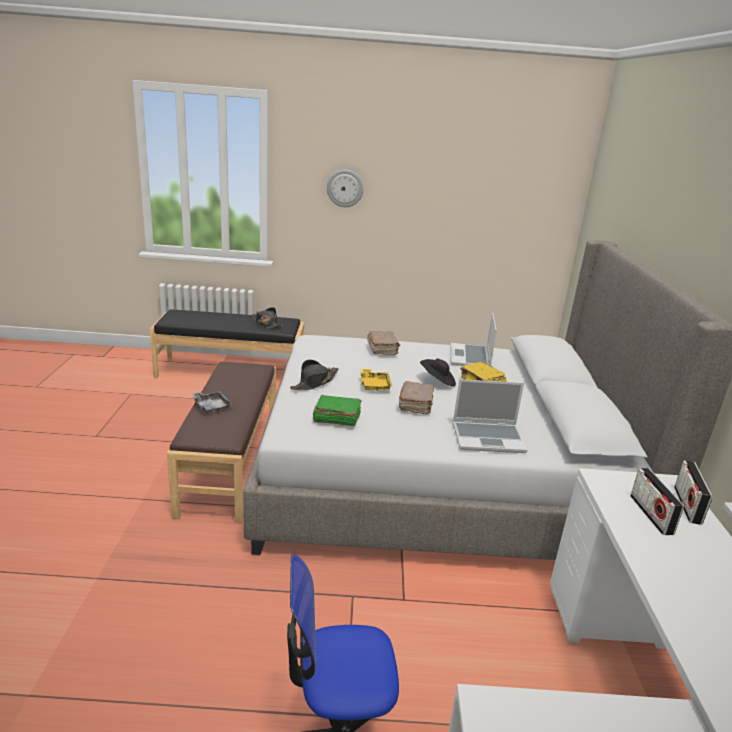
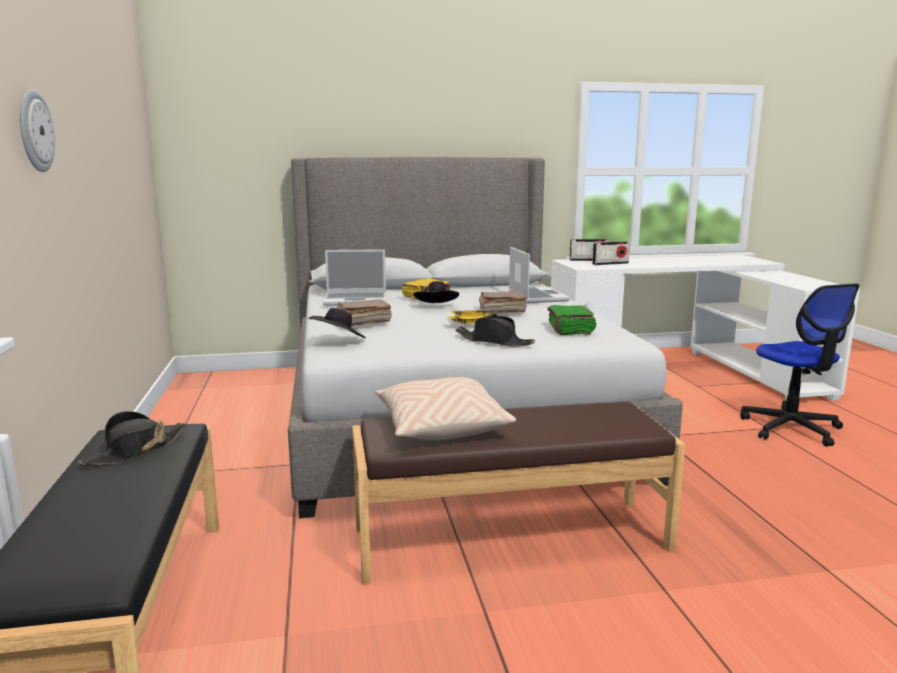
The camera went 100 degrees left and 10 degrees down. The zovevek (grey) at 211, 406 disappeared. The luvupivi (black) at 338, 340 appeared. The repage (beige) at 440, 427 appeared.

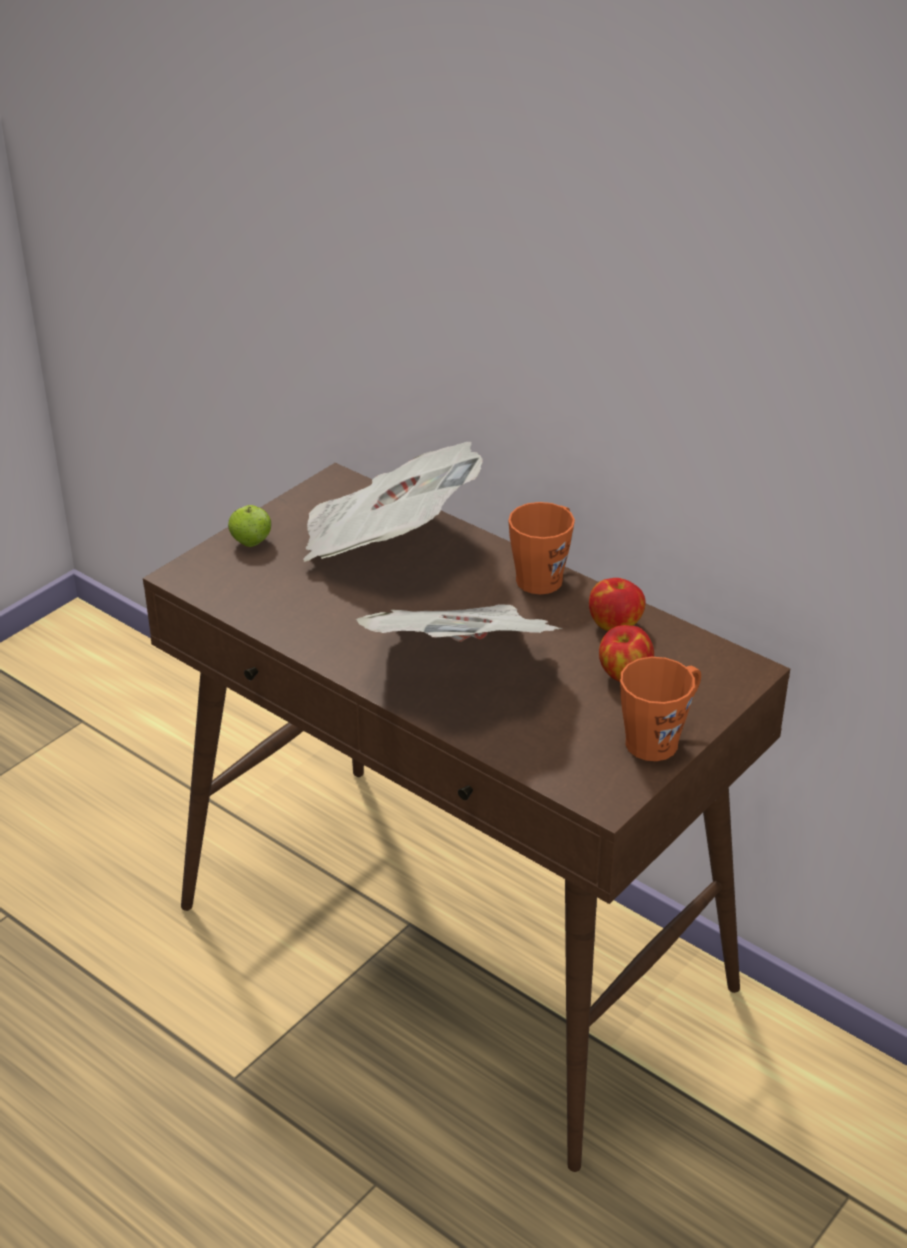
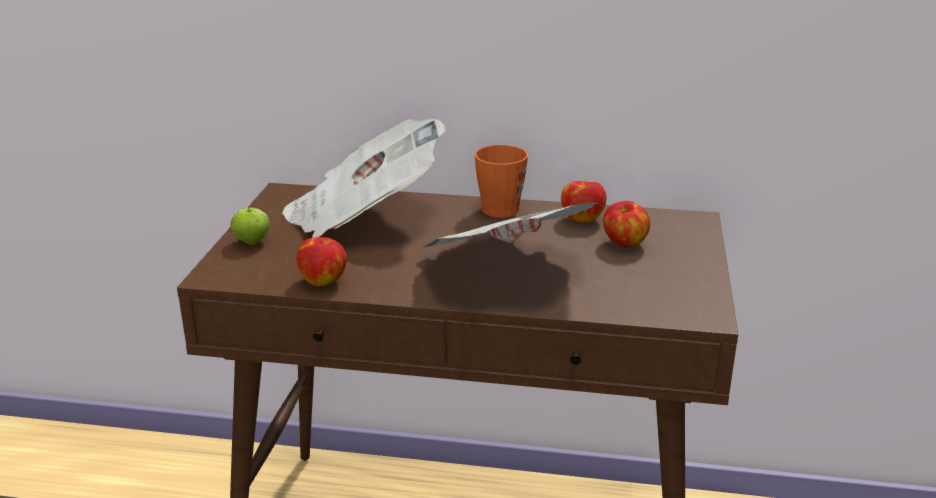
The camera went 30 degrees left and 10 degrees down. The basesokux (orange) at 659, 739 disappeared. The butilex at 323, 281 appeared.

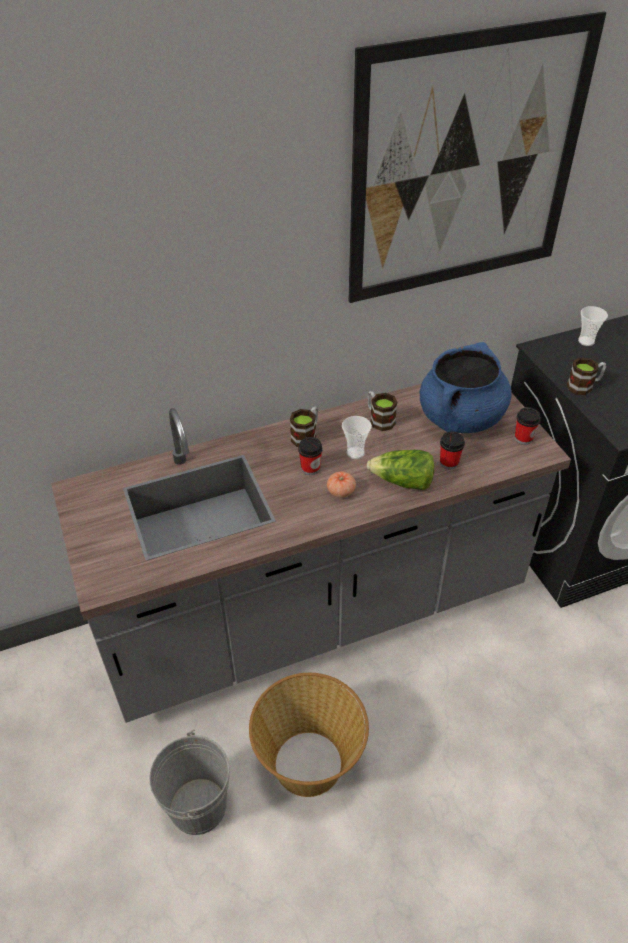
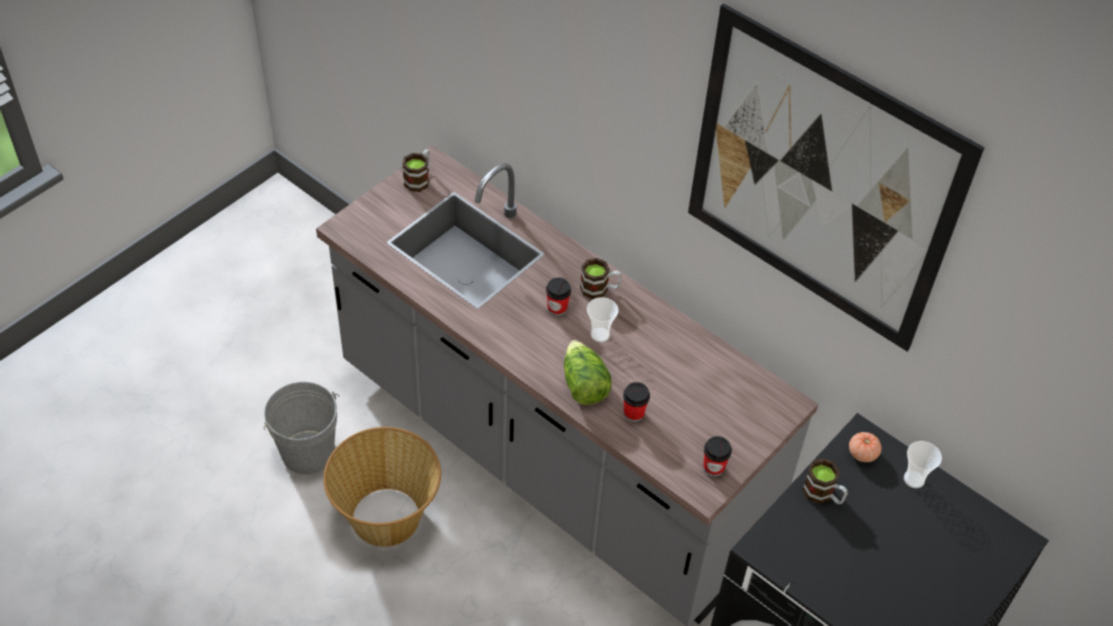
The camera went 60 degrees right and 5 degrees up. The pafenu moved from 341, 491 to 862, 453. The basesokux moved from 379, 419 to 419, 179. The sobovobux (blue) at 461, 418 disappeared.

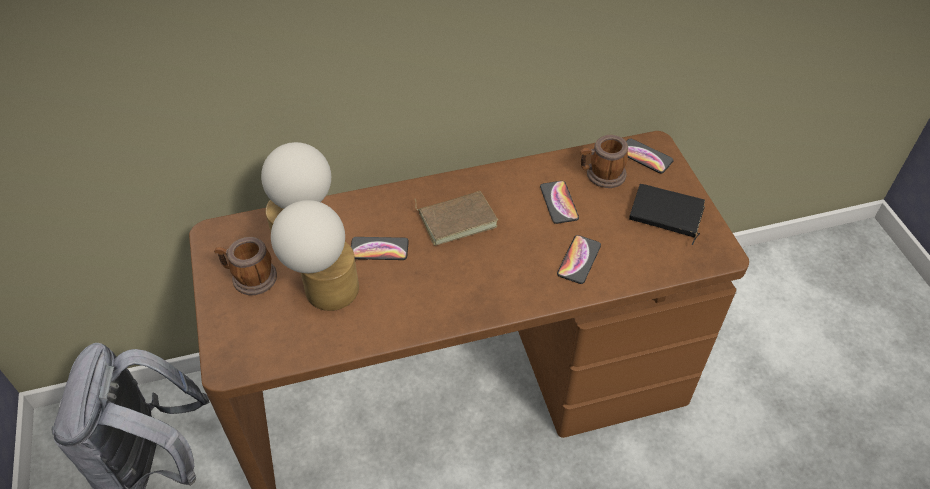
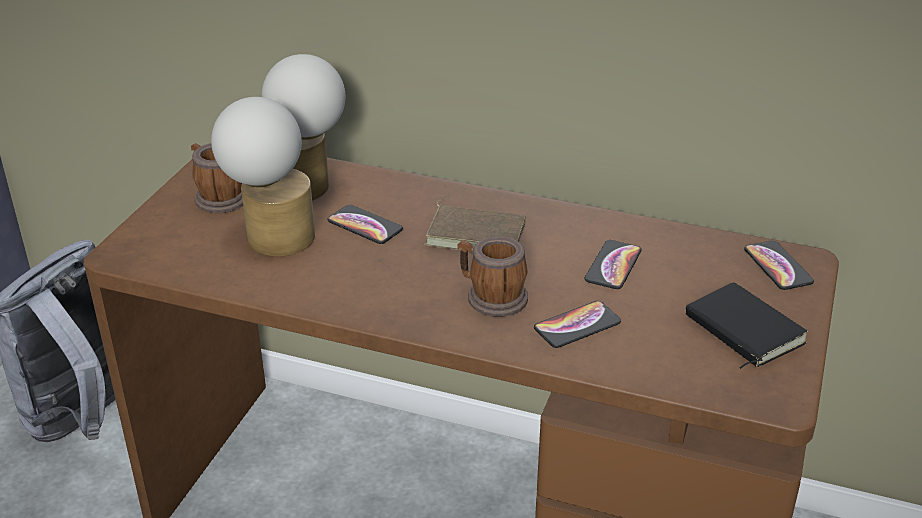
The camera went 35 degrees right and 15 degrees down. The basesokux moved from 601, 175 to 491, 297.

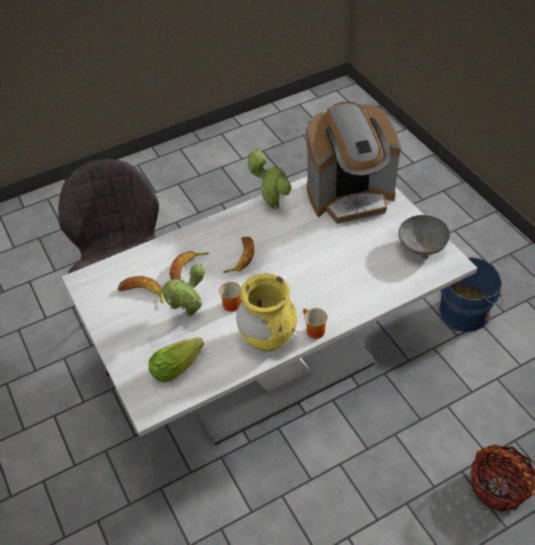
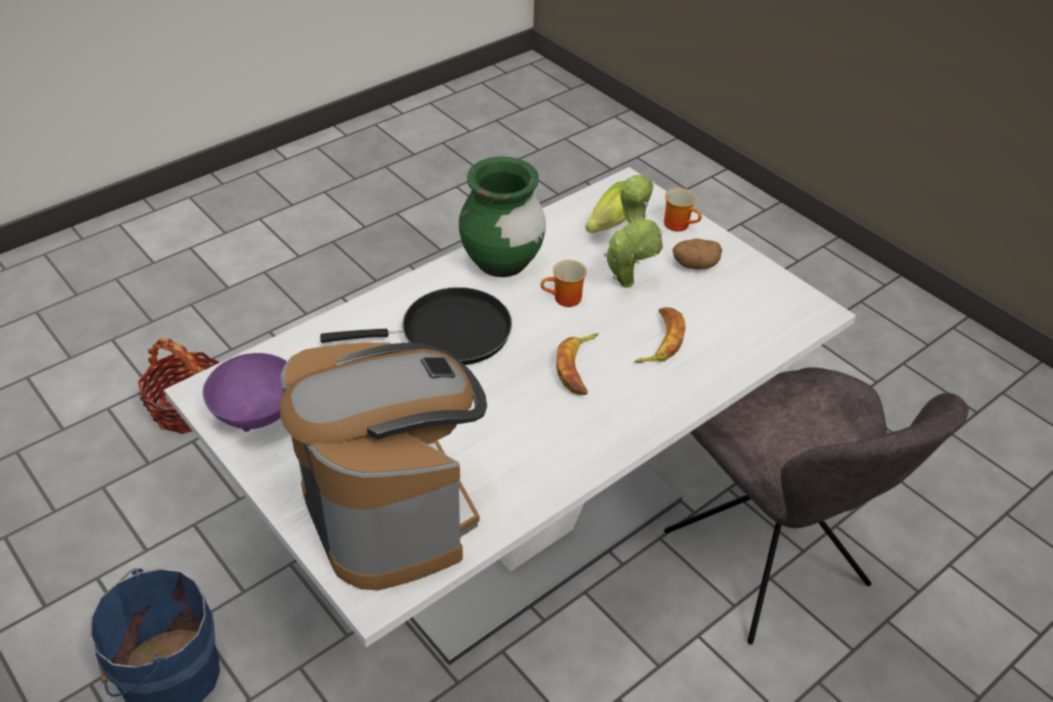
The camera went 165 degrees right and 5 degrees down. The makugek at 142, 293 disappeared. The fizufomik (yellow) at 267, 338 became the fizufomik (green) at 502, 263. The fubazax at 272, 205 disappeared. The basesokux moved from 313, 331 to 680, 224. The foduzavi at 350, 196 turned 90 degrees clockwise. The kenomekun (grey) at 421, 247 became the kenomekun (purple) at 256, 415. The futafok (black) at 447, 333 appeared. The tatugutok at 694, 265 appeared.

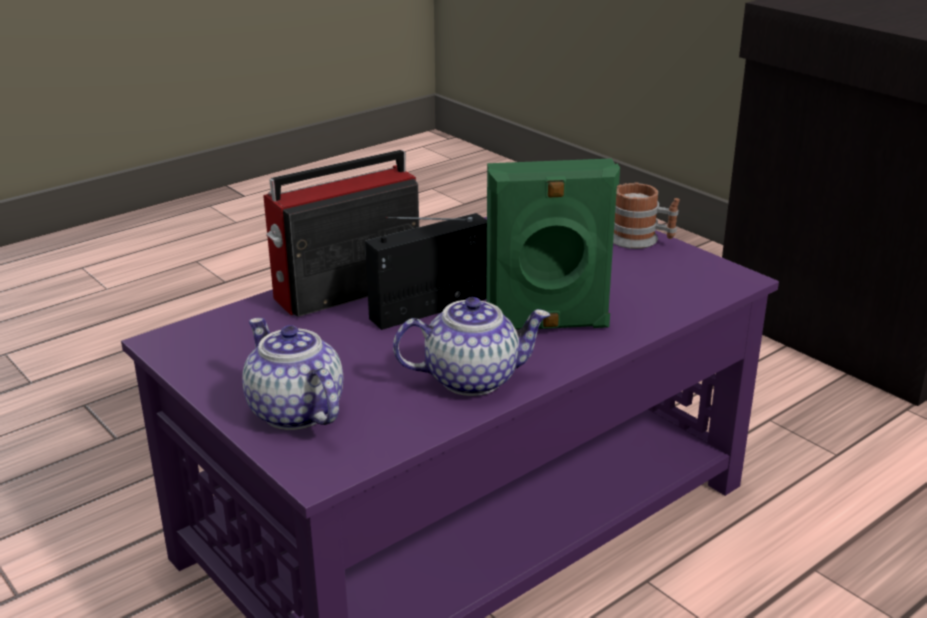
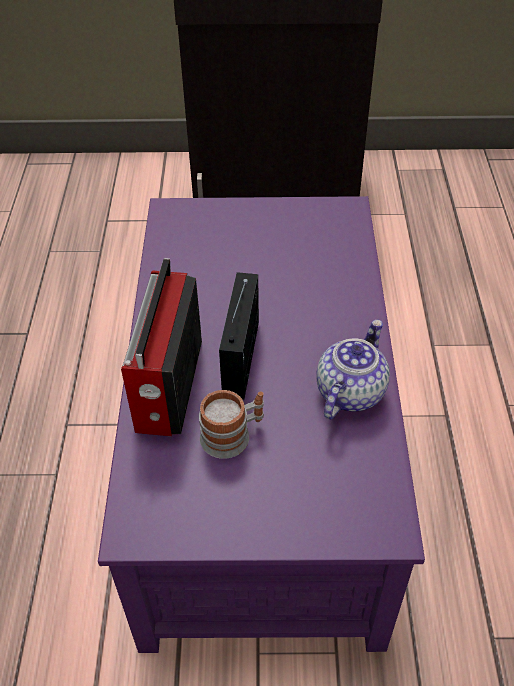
The camera went 50 degrees left and 20 degrees up. The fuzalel at 294, 411 disappeared. The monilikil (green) at 547, 326 disappeared. The basesokux moved from 641, 240 to 232, 435.

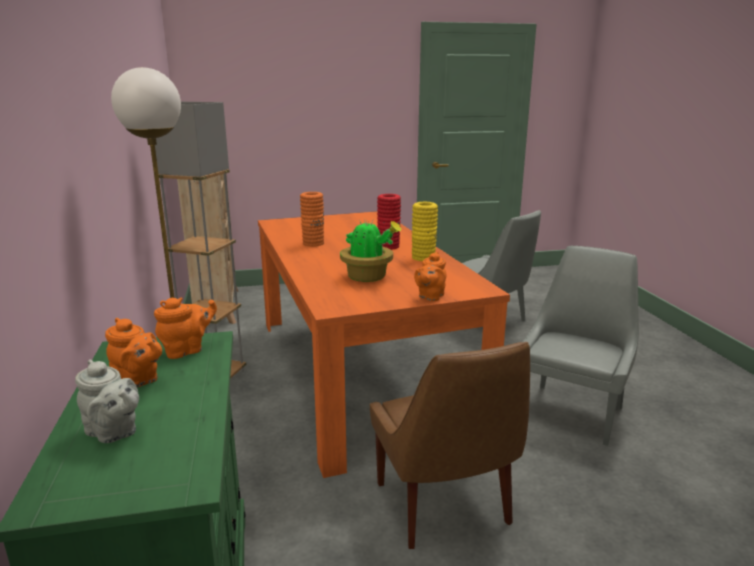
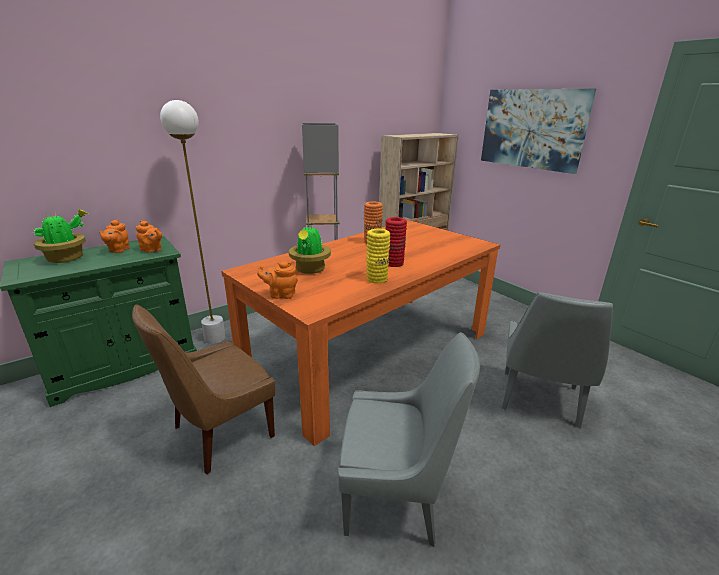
The camera went 65 degrees right and 5 degrees up. The fuzalel (grey) at 113, 433 was replaced by the fubazax at 68, 258. The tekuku at 532, 129 appeared.

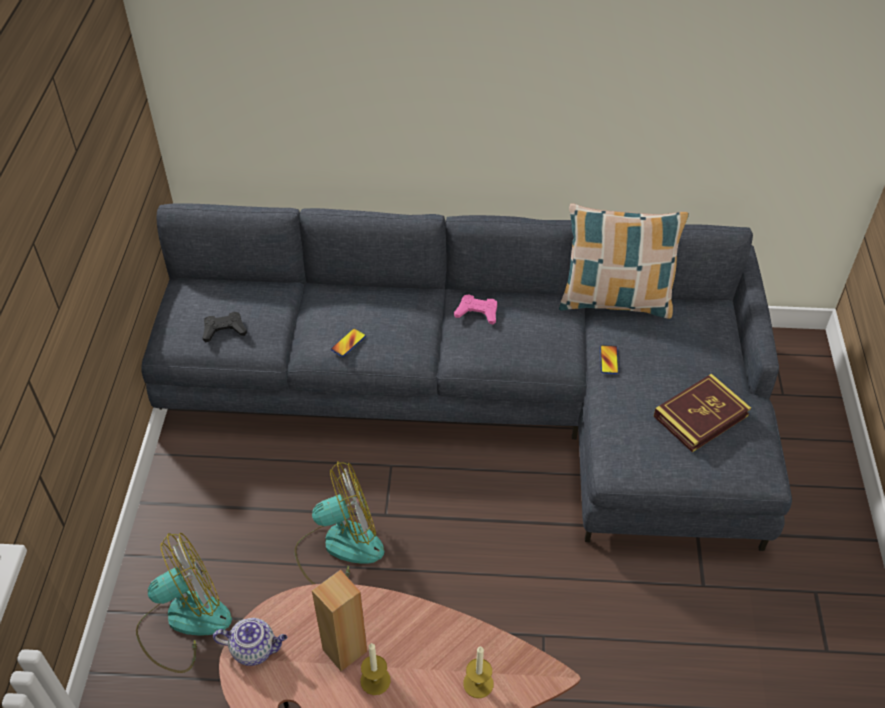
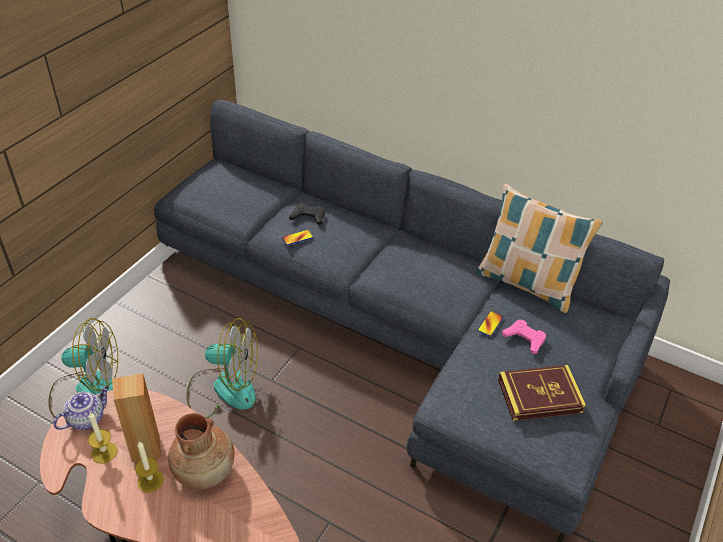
The camera went 25 degrees right and 5 degrees down. The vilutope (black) moved from 224, 330 to 308, 217. The fuzalel at 255, 649 turned 75 degrees counterclockwise. The vilutope (pink) moved from 477, 312 to 524, 339. The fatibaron moved from 478, 683 to 104, 452. The fizufomik (brown) at 205, 470 appeared.

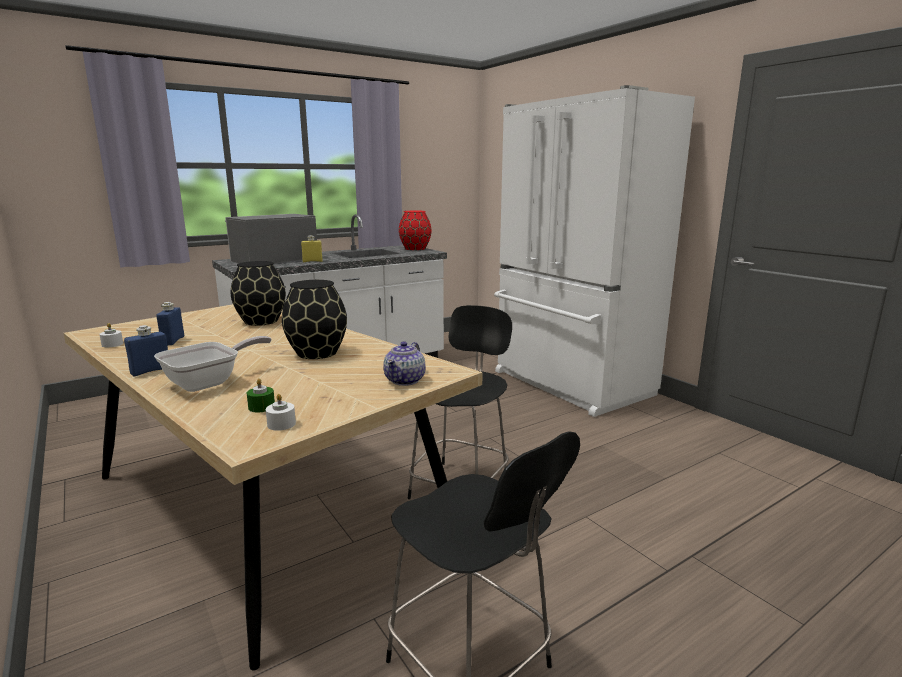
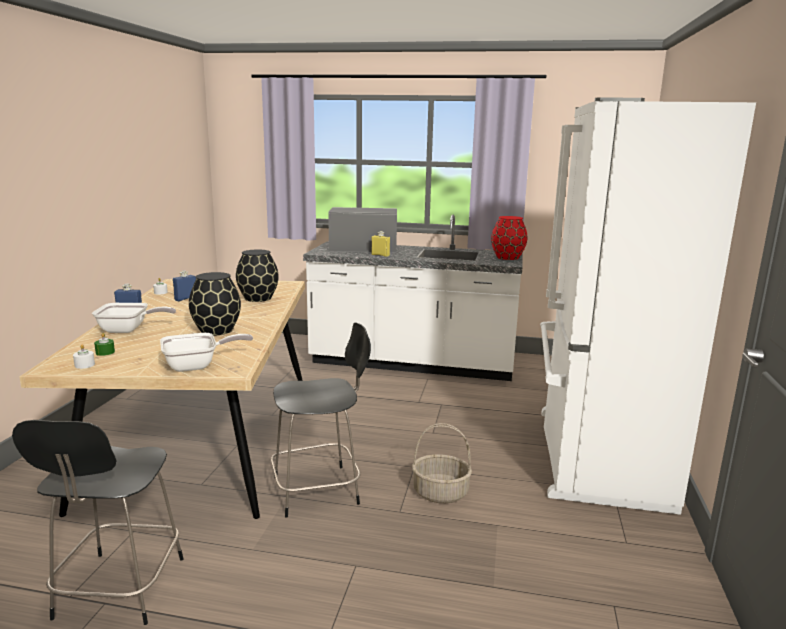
The camera went 45 degrees right and 0 degrees up. The fuzalel at 405, 380 was replaced by the futafok at 197, 366. The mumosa at 441, 493 appeared.

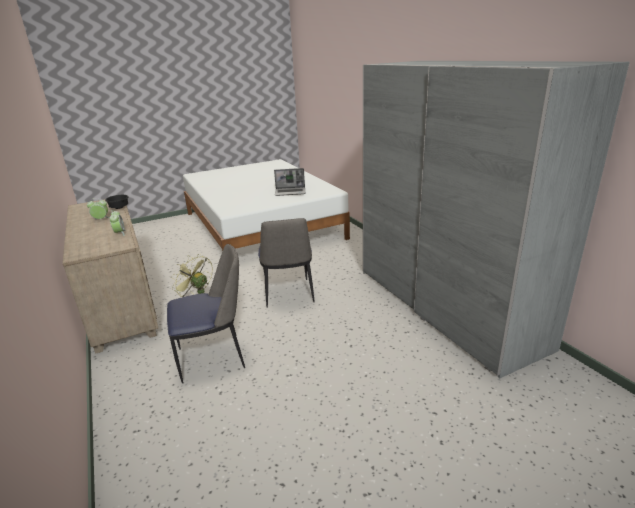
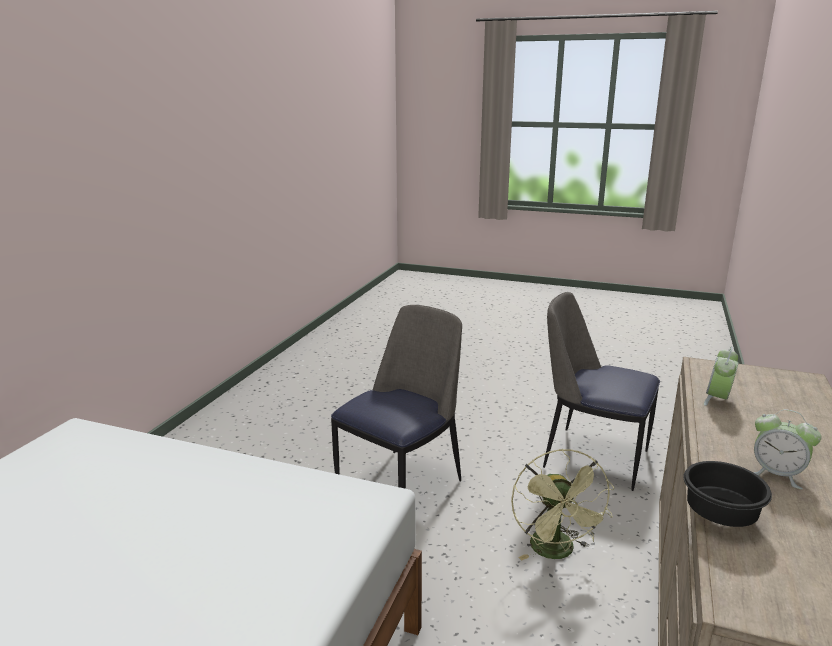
The camera went 135 degrees left and 5 degrees down. The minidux at 290, 192 disappeared. The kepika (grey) at 444, 306 disappeared.

